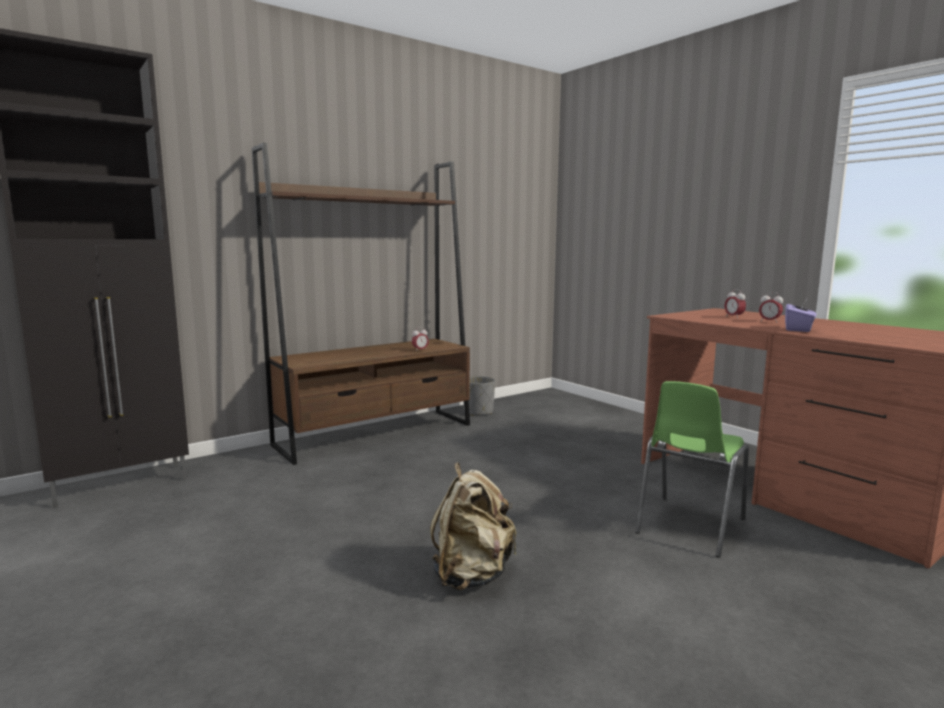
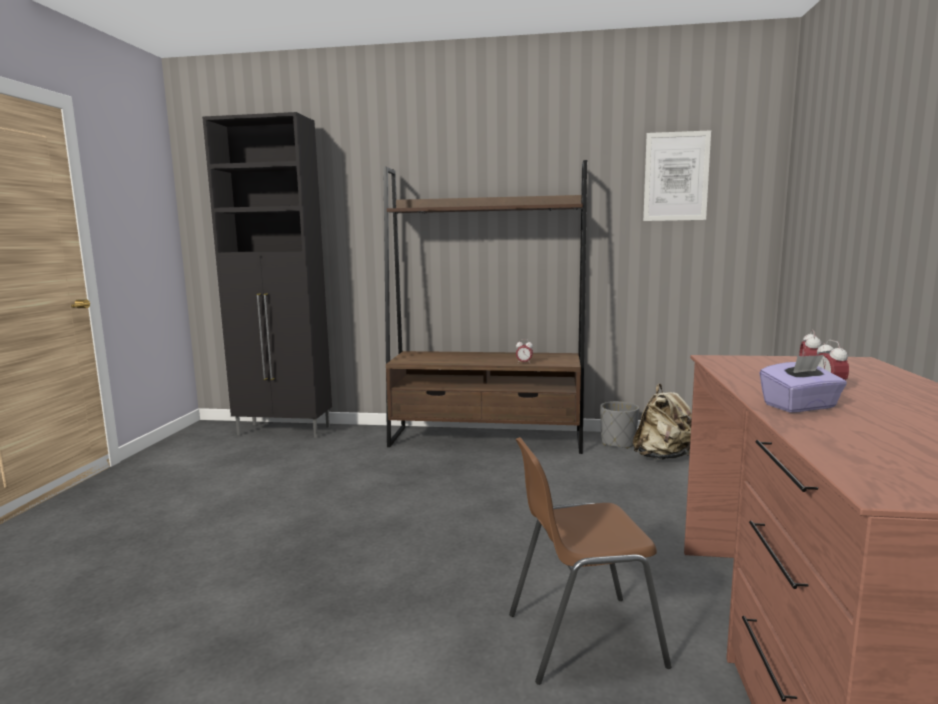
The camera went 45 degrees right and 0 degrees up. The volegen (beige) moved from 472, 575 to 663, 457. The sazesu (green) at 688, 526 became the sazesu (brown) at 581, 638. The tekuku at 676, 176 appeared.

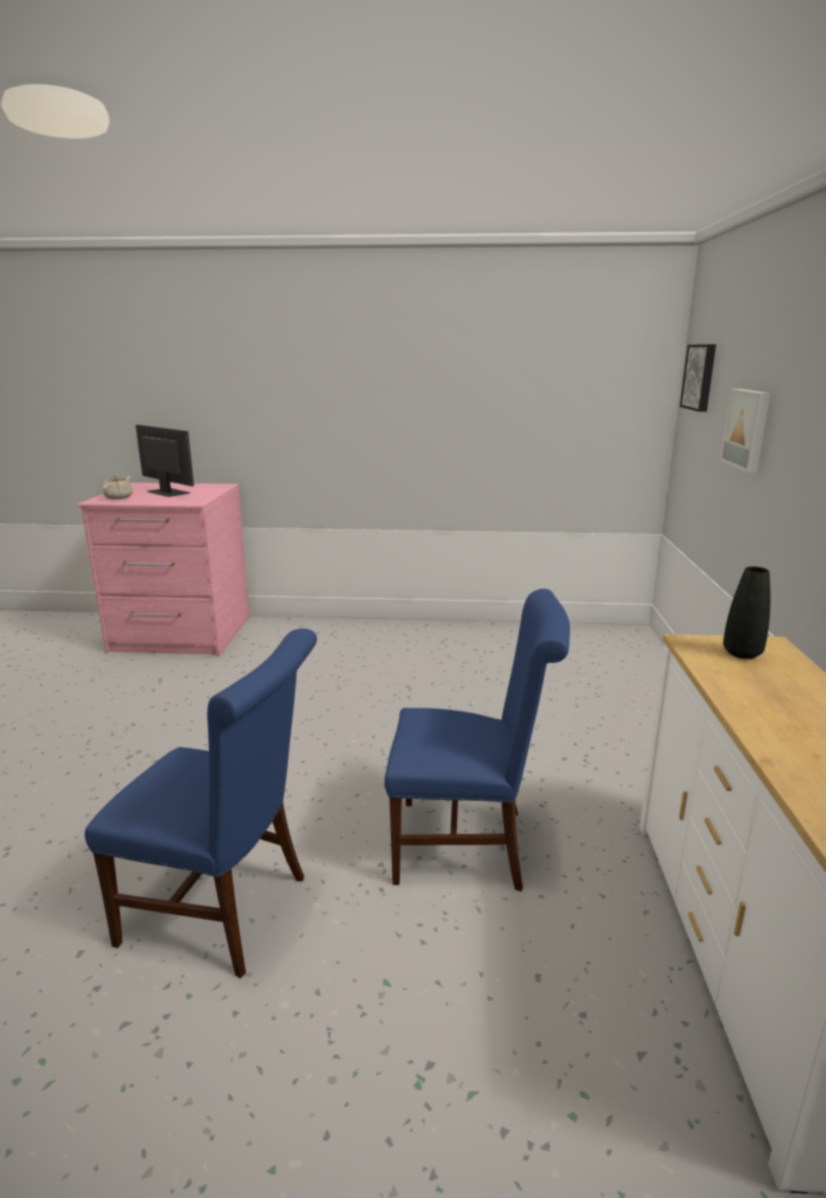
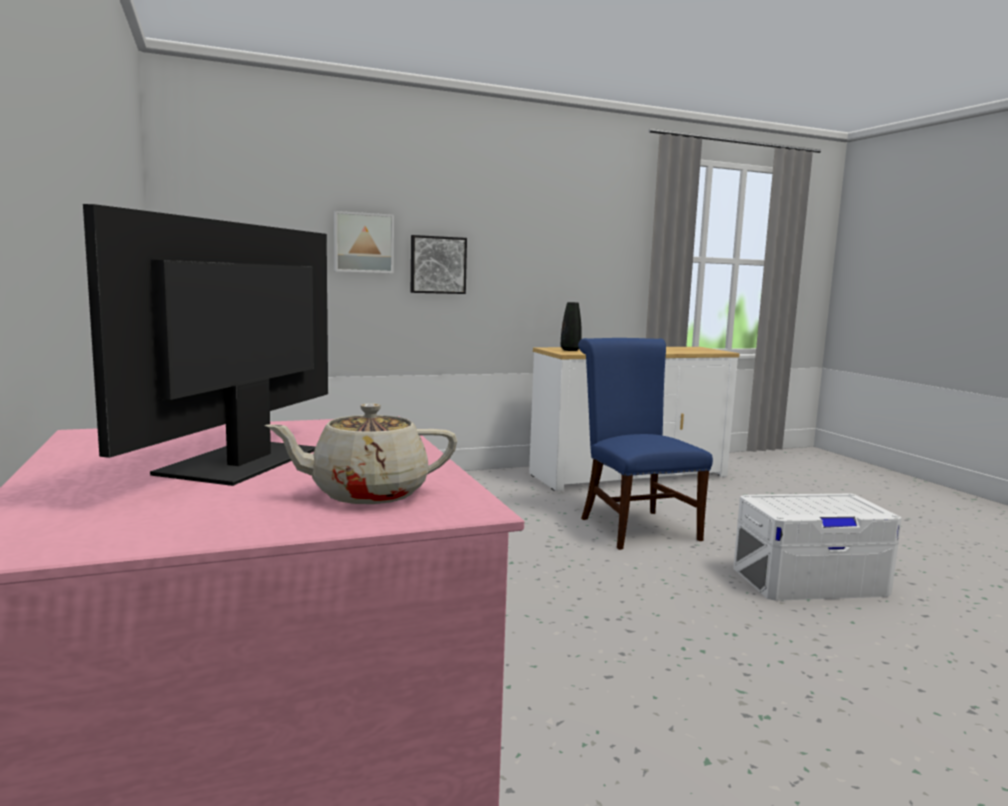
The camera went 115 degrees left and 10 degrees down. The sazesu (blue) at 226, 910 was replaced by the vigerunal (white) at 809, 581. The tekuku moved from 700, 377 to 437, 265.

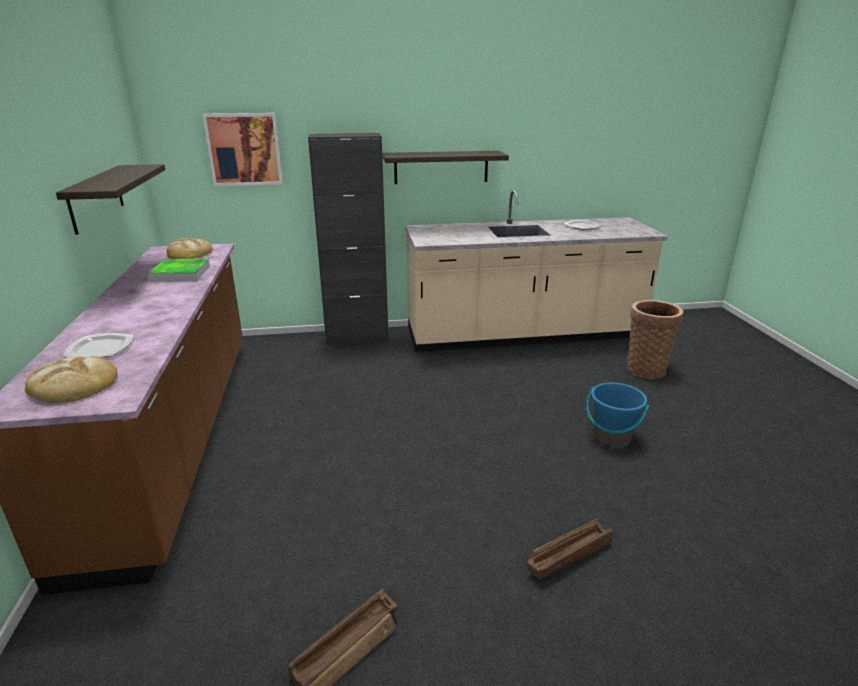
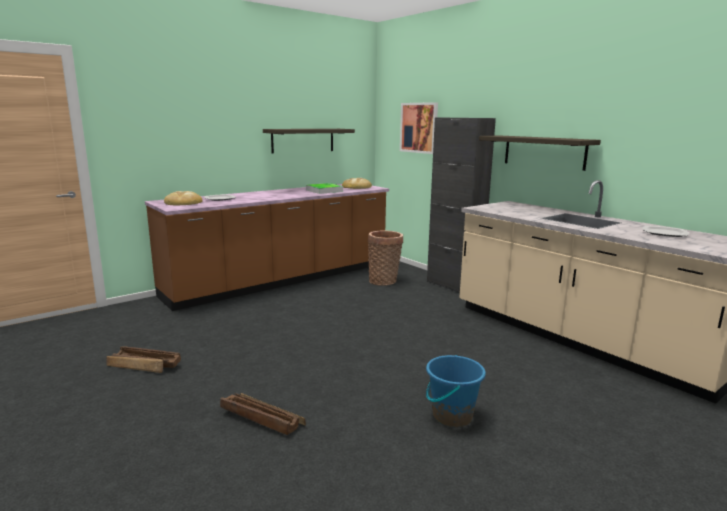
The camera went 60 degrees right and 10 degrees down. The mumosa moved from 646, 368 to 384, 281.

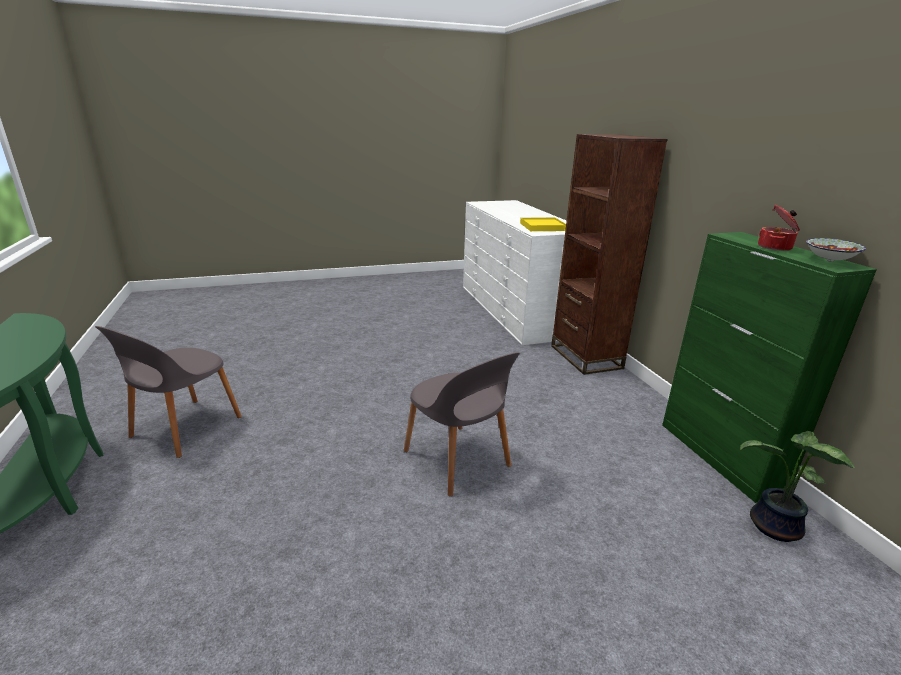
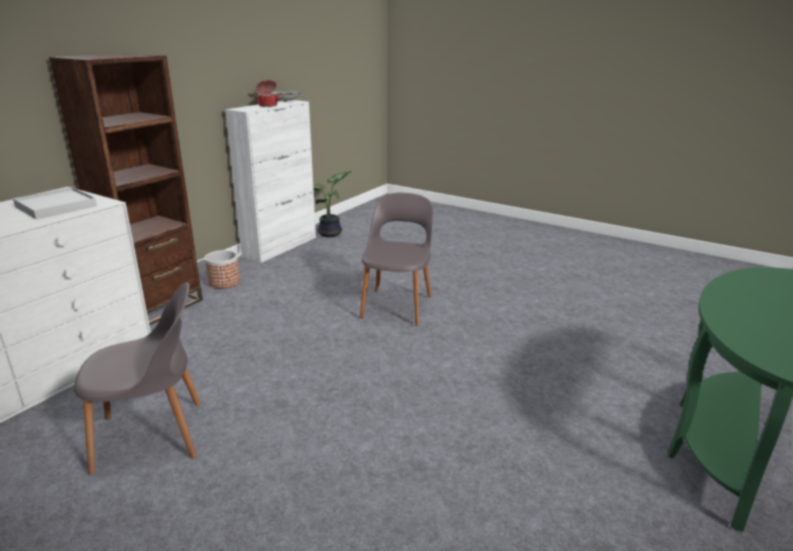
The camera went 130 degrees left and 0 degrees up. The sazesu (grey) moved from 184, 428 to 153, 435. The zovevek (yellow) at 543, 227 became the zovevek (white) at 56, 206. The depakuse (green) at 719, 457 became the depakuse (white) at 280, 247. The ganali at 224, 282 appeared.

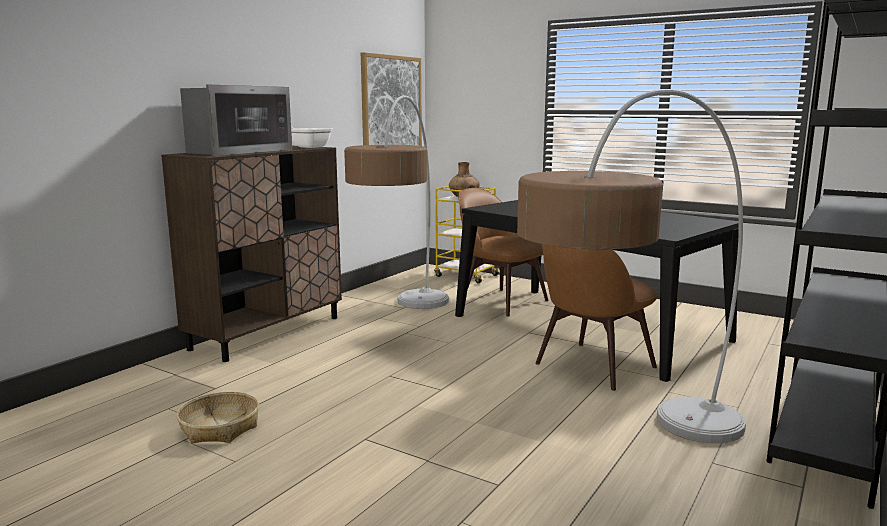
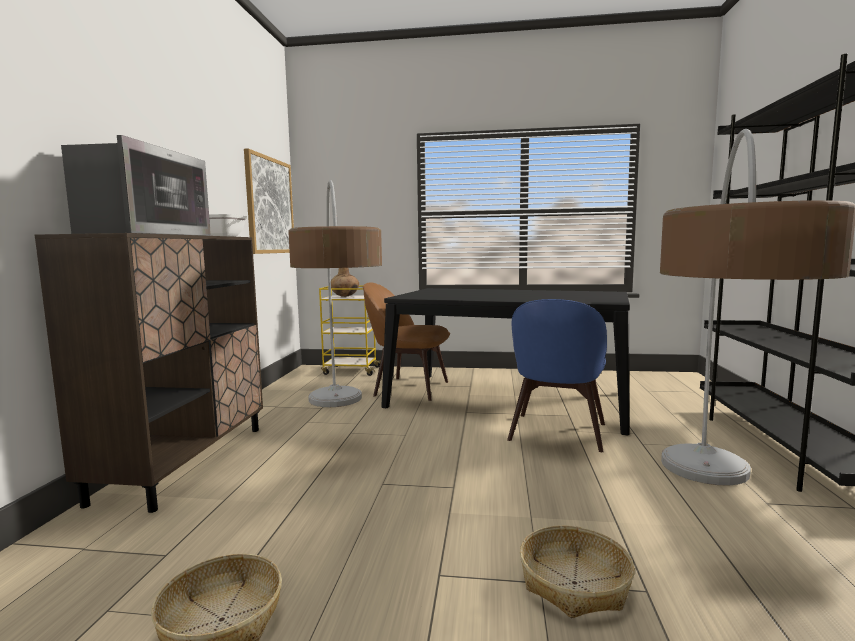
The camera went 25 degrees left and 5 degrees down. The sazesu (brown) at 592, 367 became the sazesu (blue) at 557, 433. The mumosa at 574, 583 appeared.

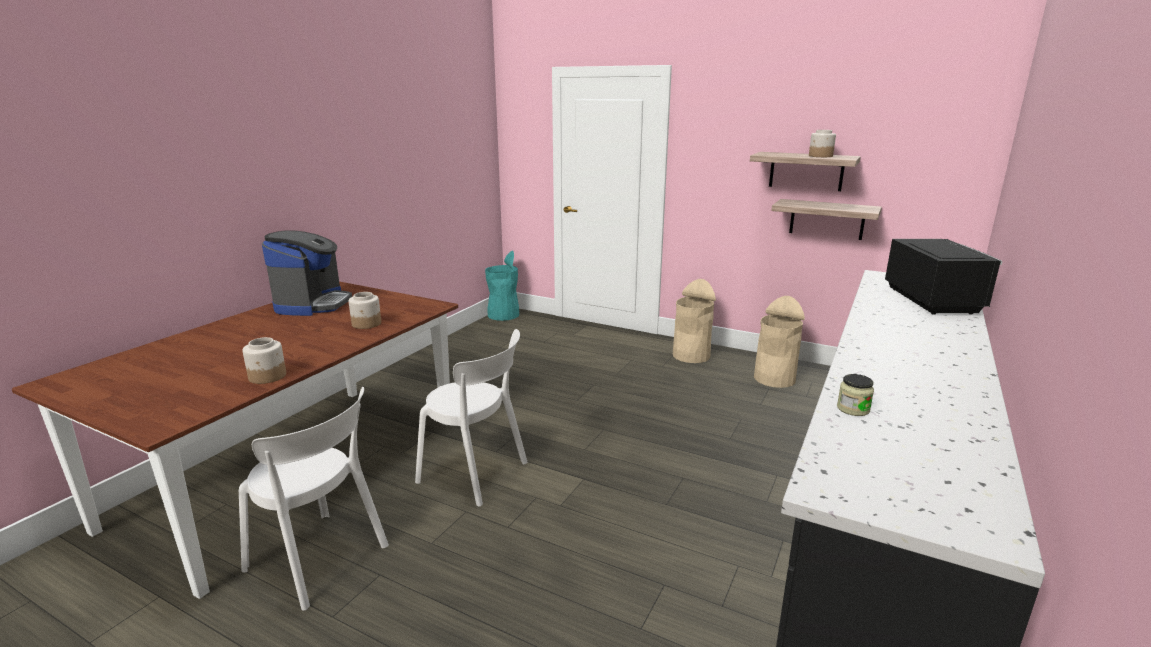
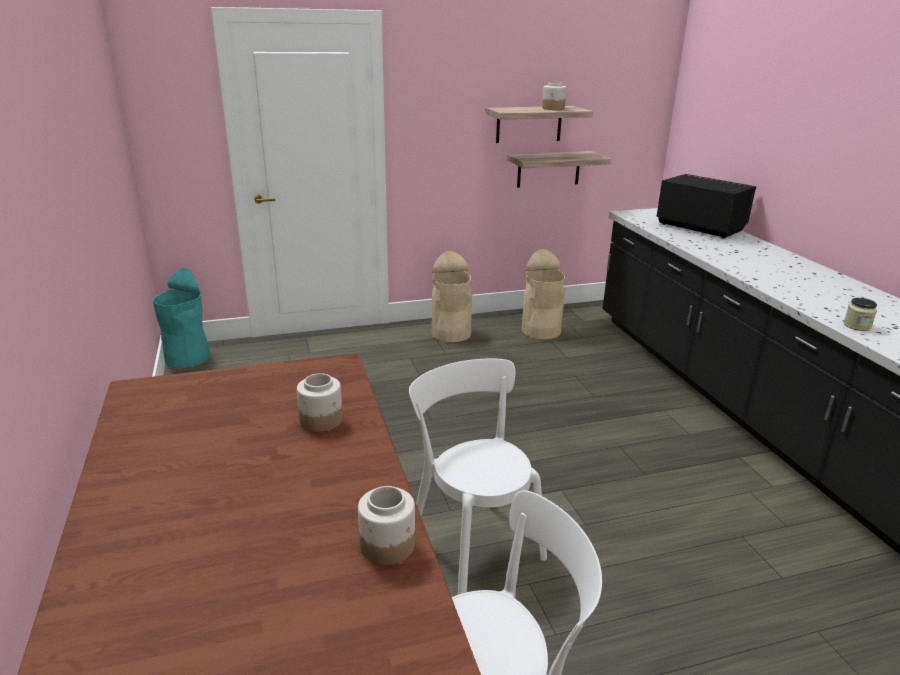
The camera went 45 degrees left and 5 degrees up. The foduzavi at 312, 304 disappeared. The sazesu (white) at 477, 473 turned 105 degrees counterclockwise.

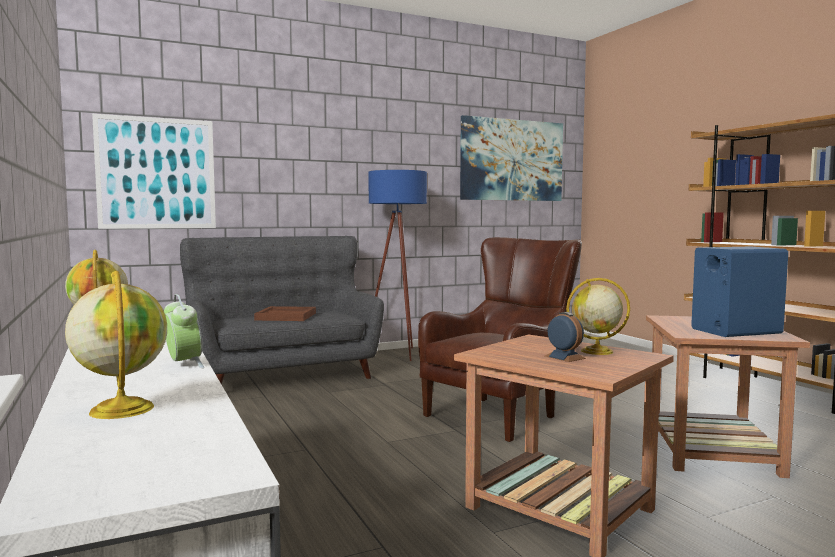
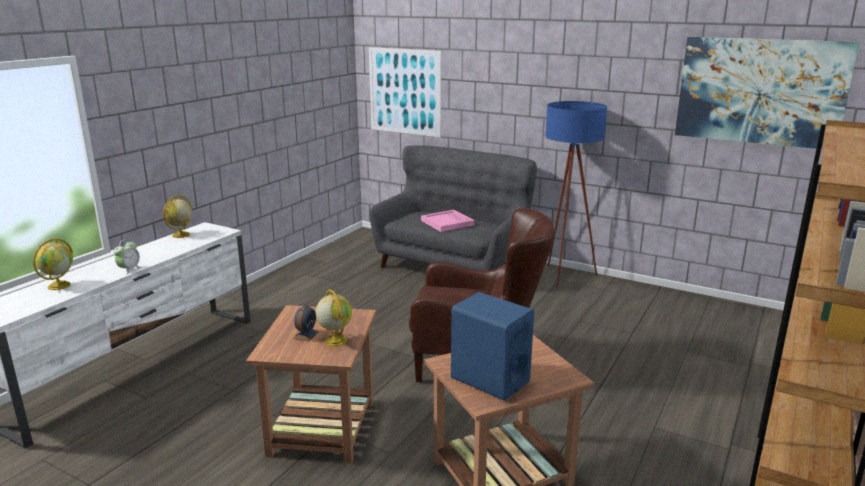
The camera went 55 degrees right and 15 degrees up. The zovevek (brown) at 286, 316 became the zovevek (pink) at 448, 223.

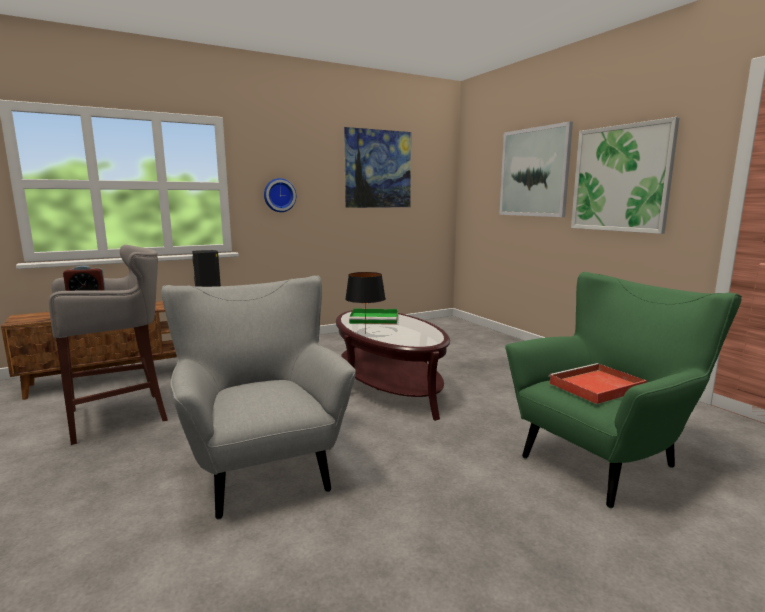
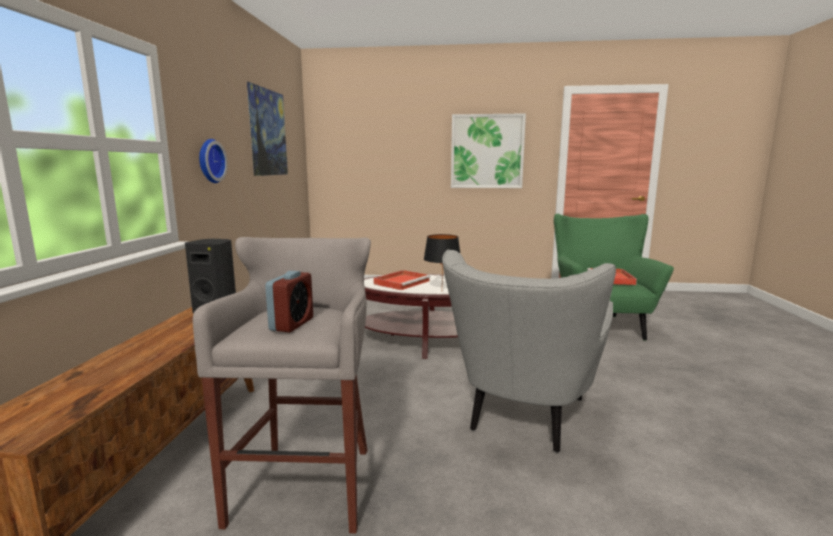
The camera went 55 degrees left and 0 degrees up. The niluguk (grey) at 262, 465 turned 75 degrees counterclockwise. The zovevek (green) at 375, 319 became the zovevek (red) at 402, 282. The tekuku at 534, 172 disappeared.

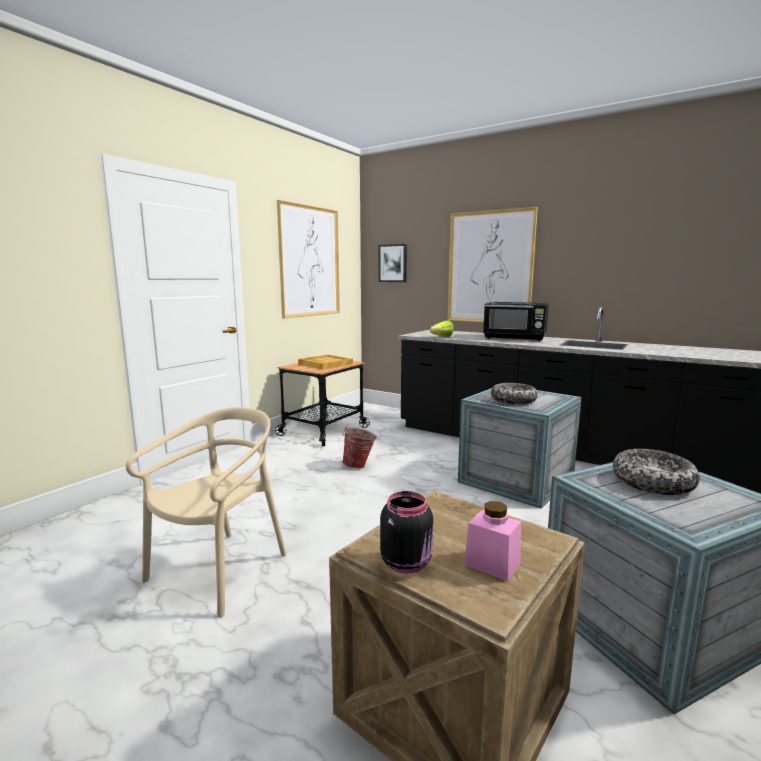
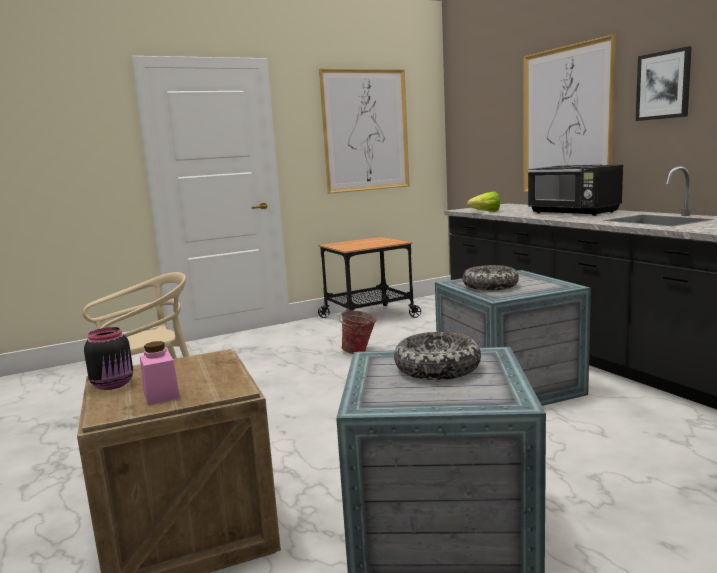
The camera went 30 degrees right and 0 degrees up. The zovevek (beige) at 325, 364 disappeared. The tekuku moved from 393, 263 to 663, 85.

